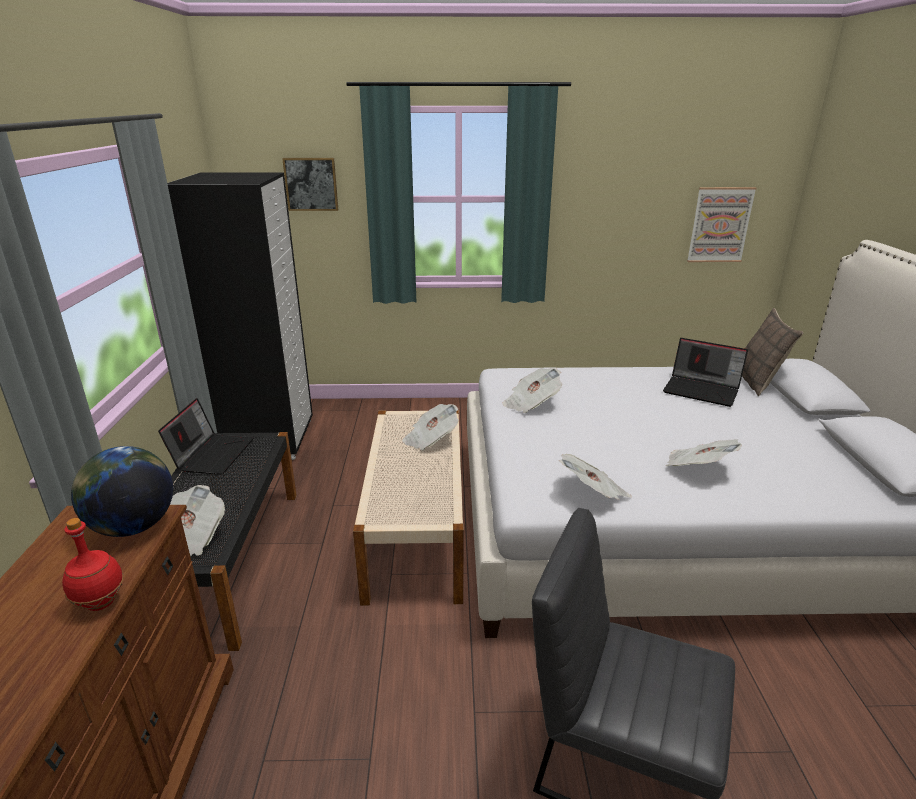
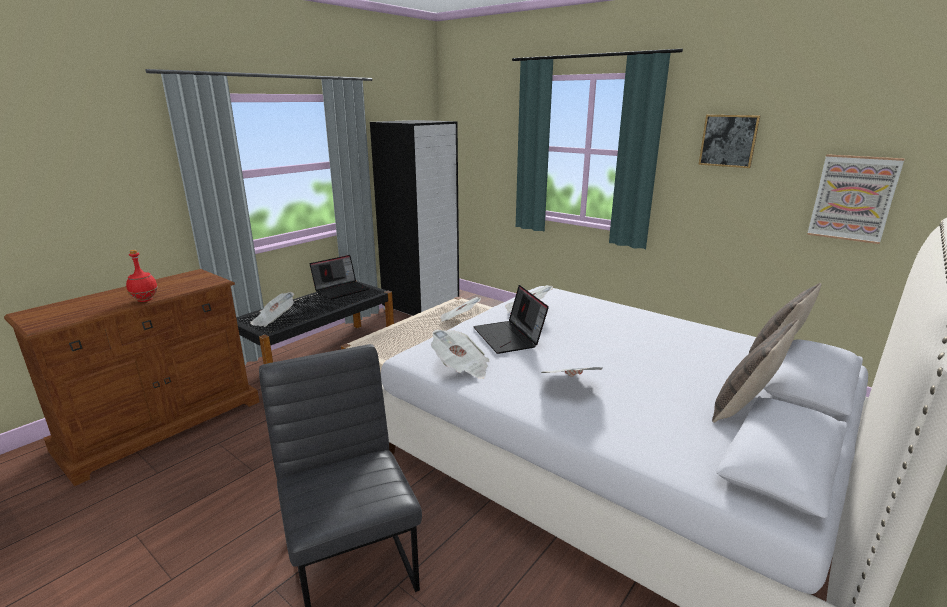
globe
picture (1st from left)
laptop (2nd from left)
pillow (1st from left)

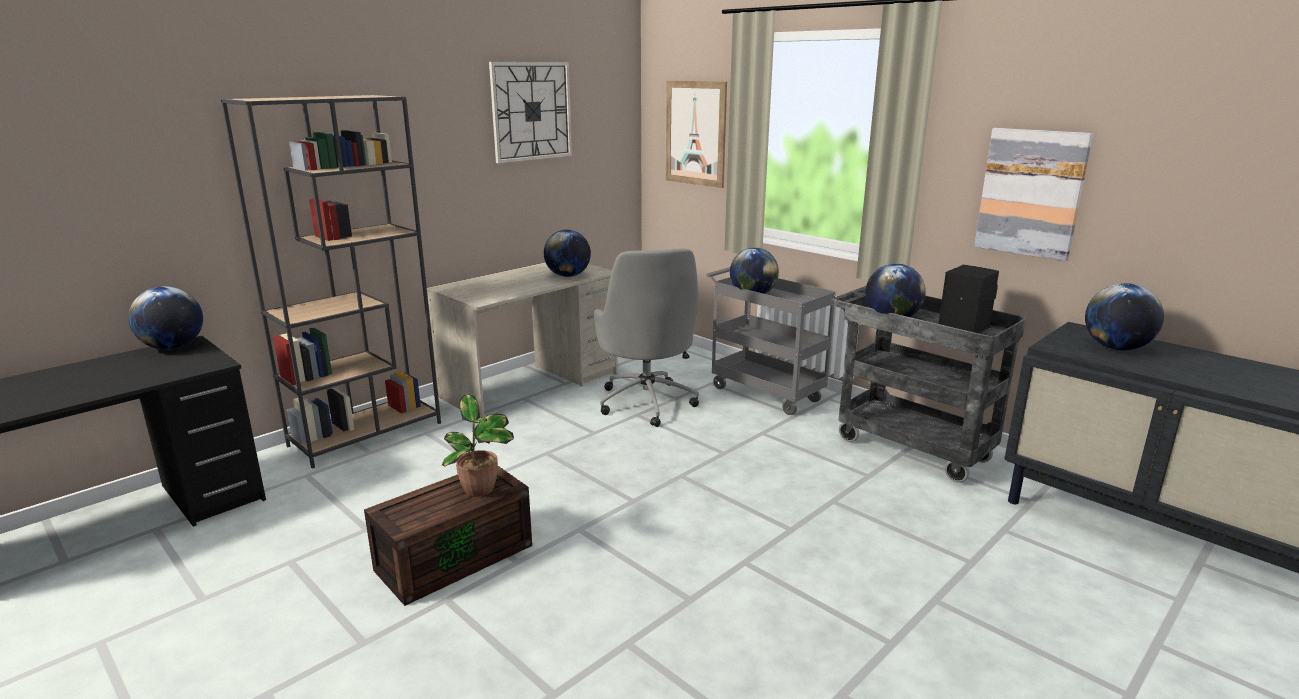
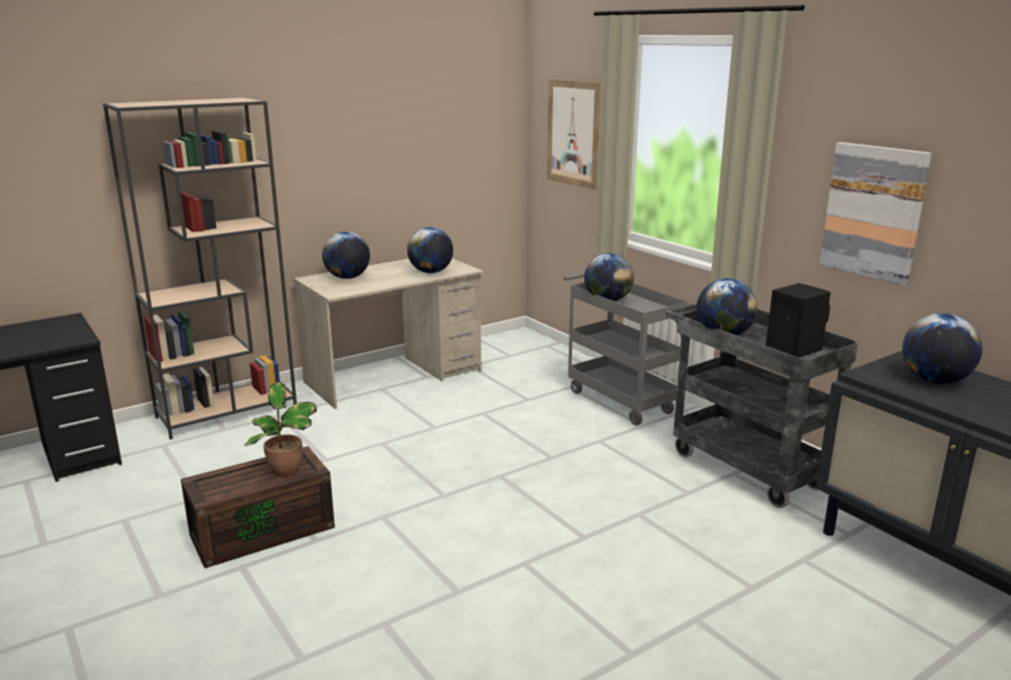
globe (1st from left)
wall clock
office chair in grey

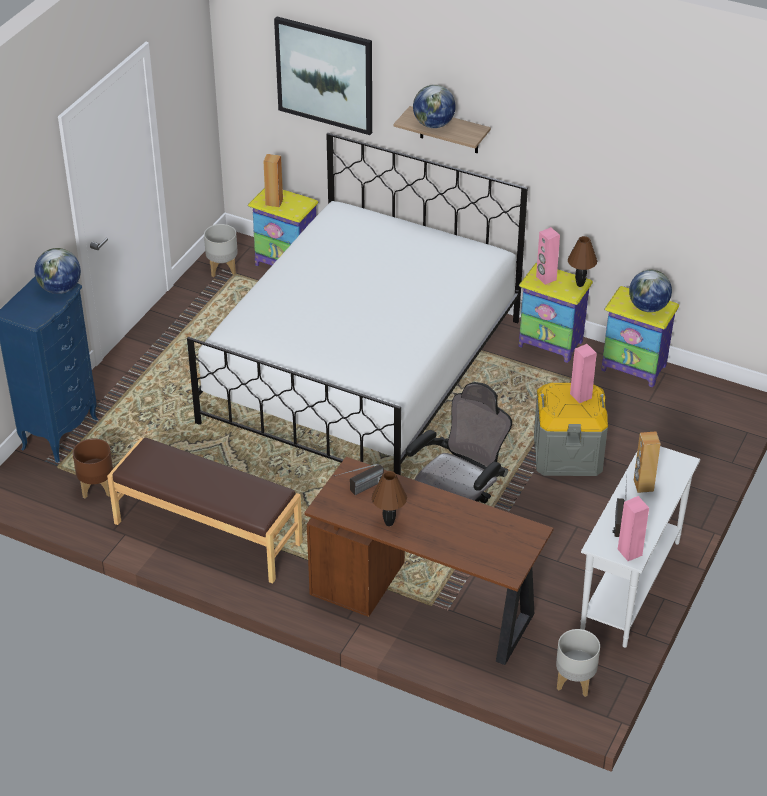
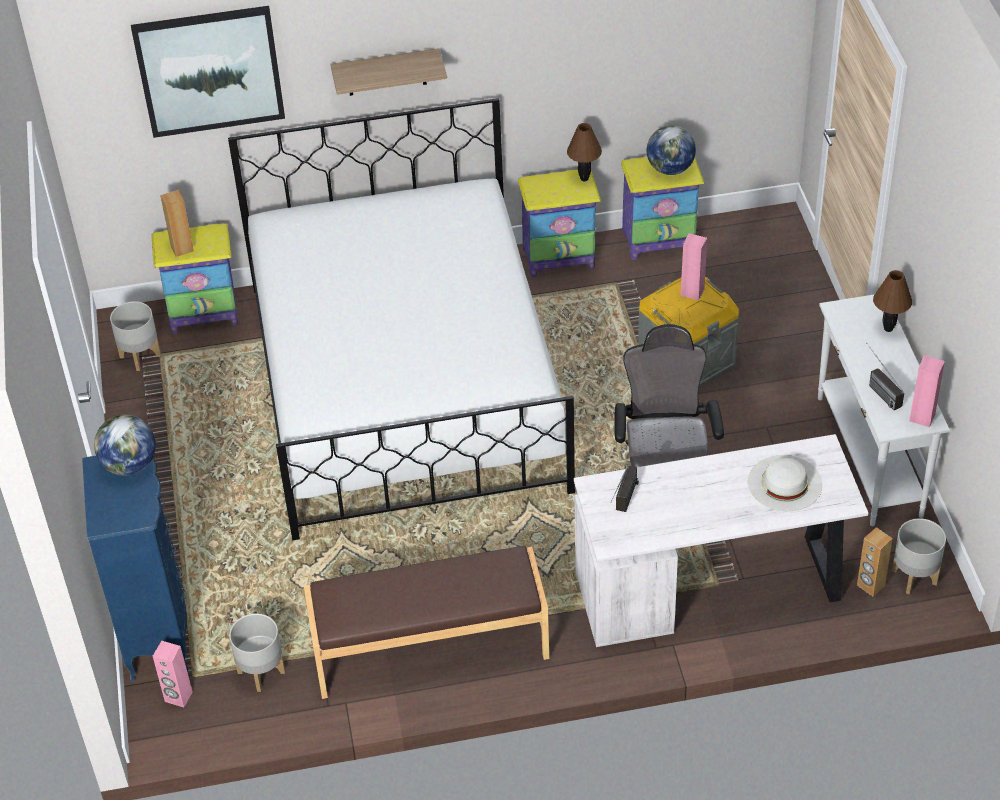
planter in grey (2nd from left)
desk in white
table lamp in brown (2nd from left)
globe (2nd from left in the first image)
speaker in pink (1st from left)
speaker in brown (2nd from left)
hat in white

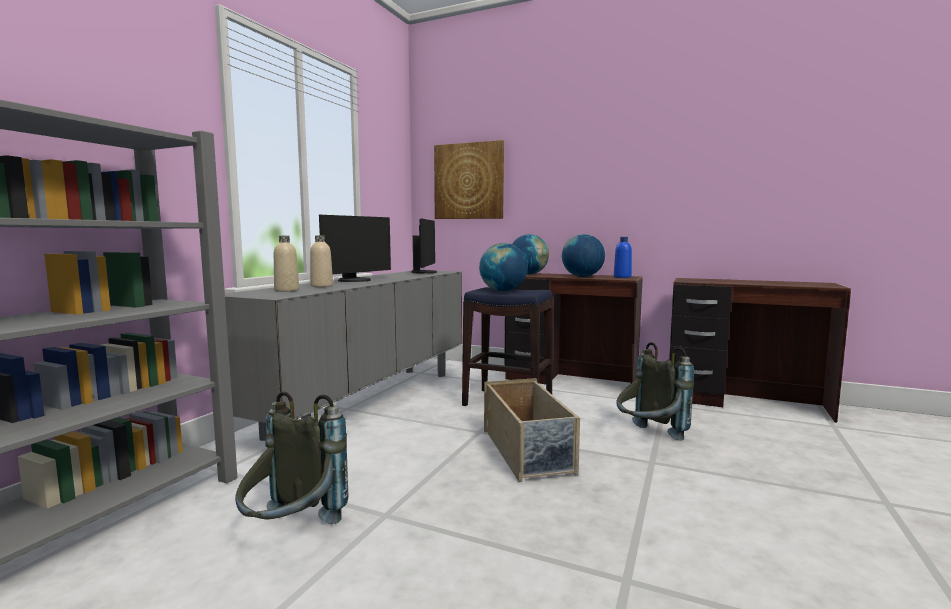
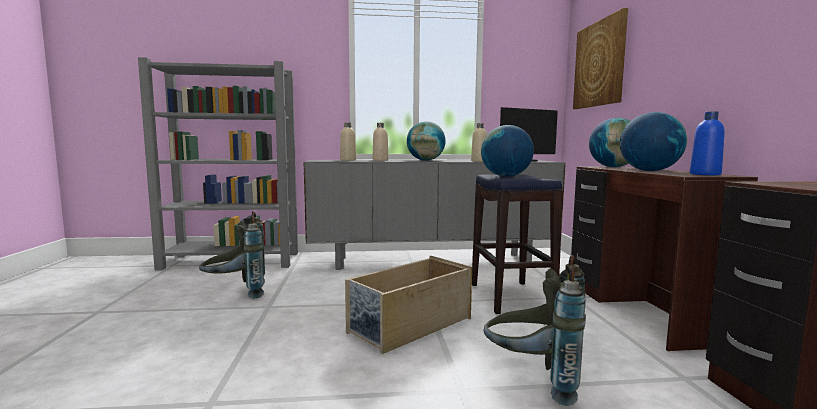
globe (1st from left)
bottle in beige (3rd from left)

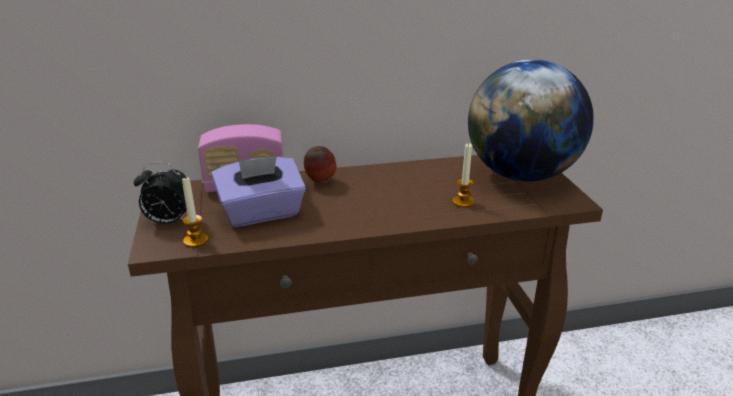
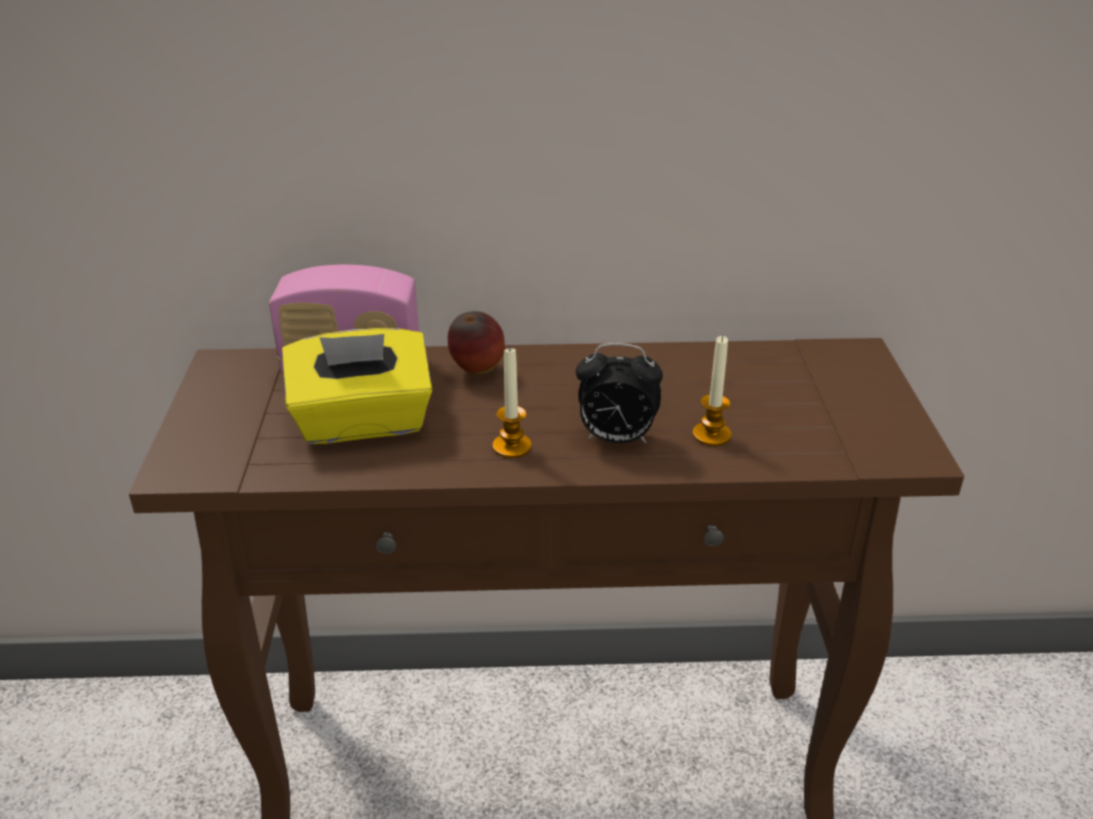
alarm clock
candle (1st from left)
tissue box in yellow
globe

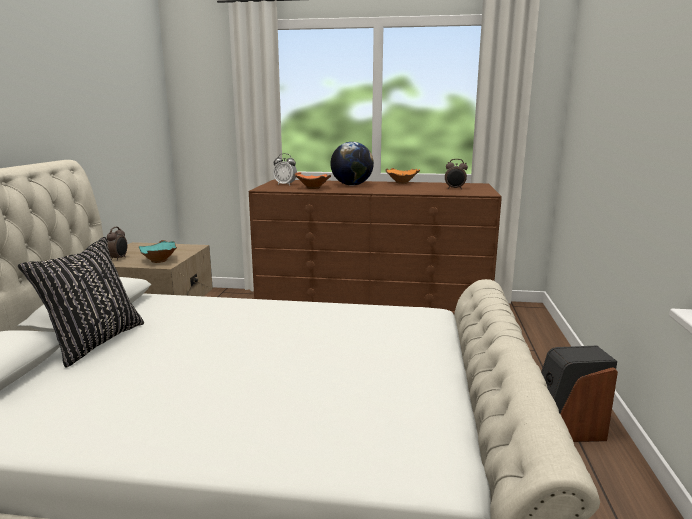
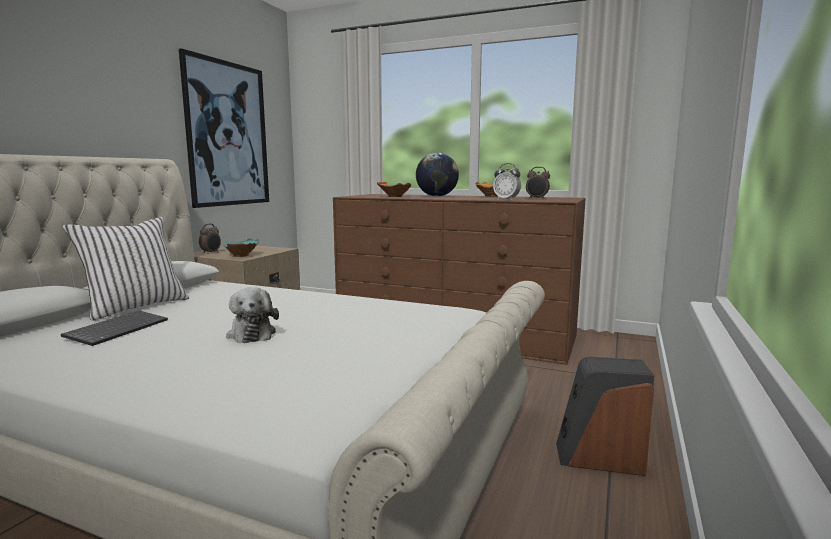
pillow in white
alarm clock (2nd from left)
keyboard
picture
plush toy

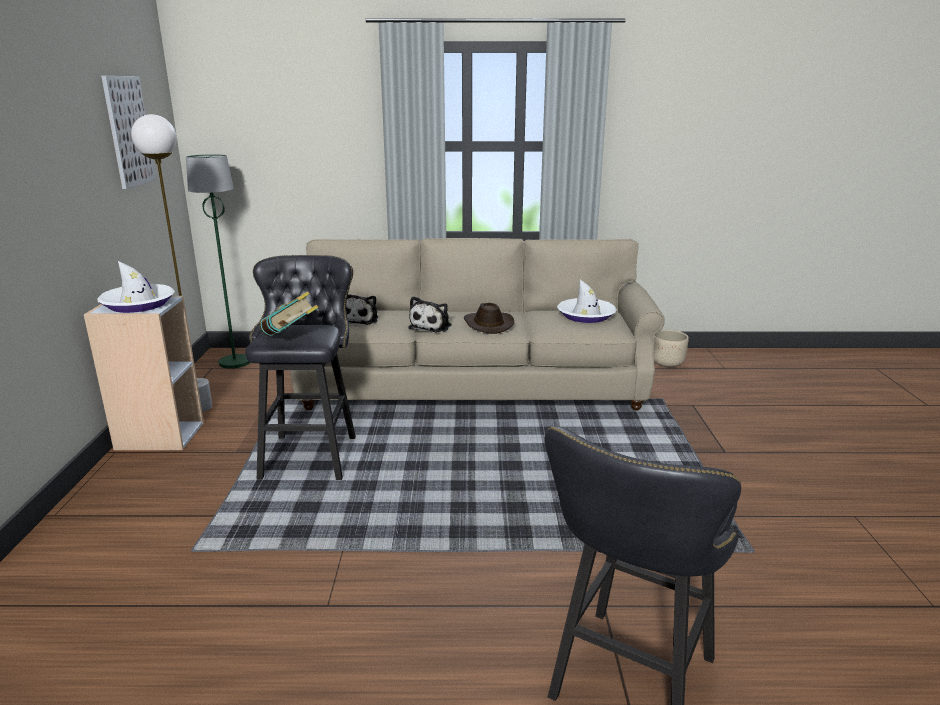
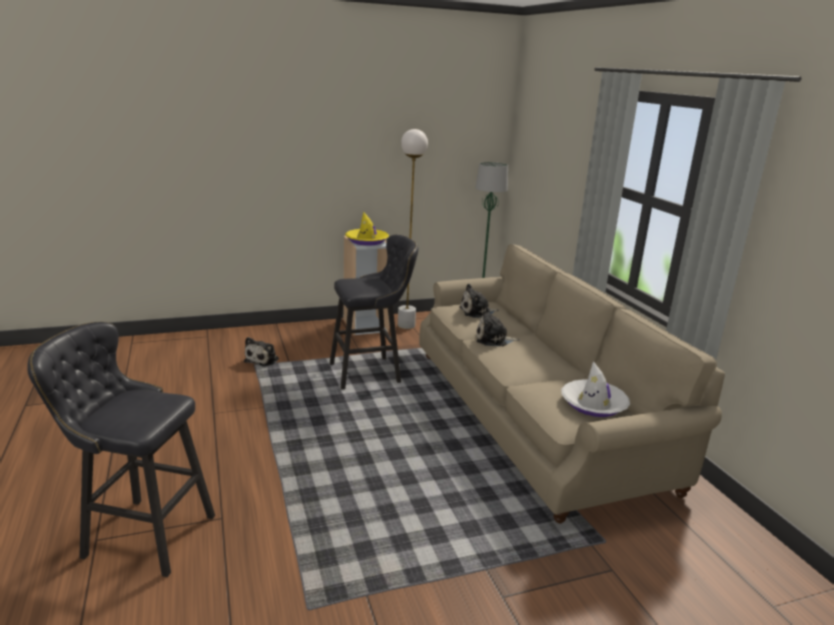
hat in yellow
picture
book
hat in brown
planter in beige
plush toy (1st from left)

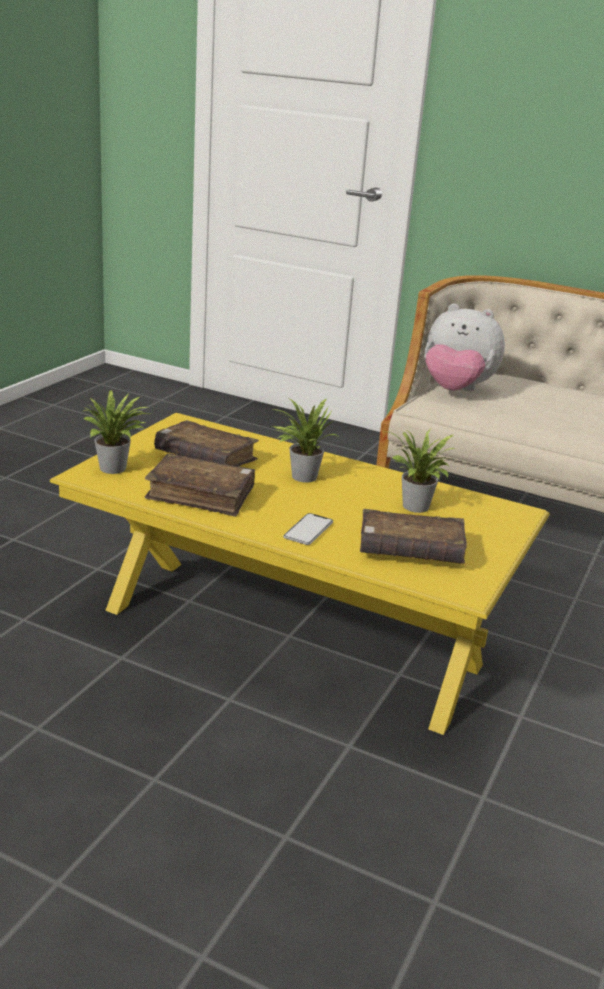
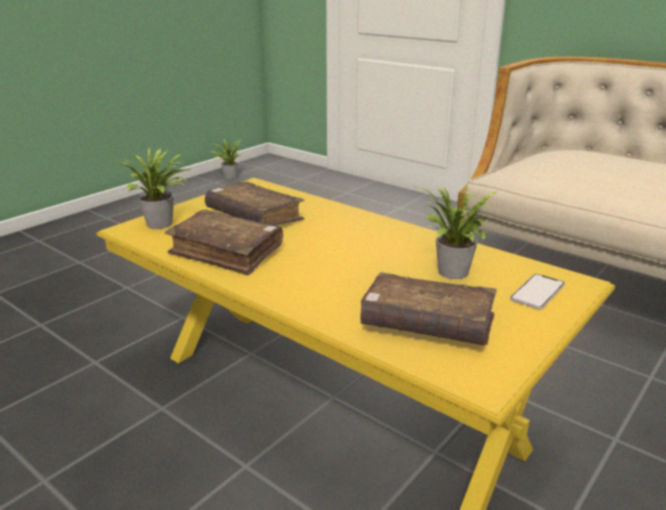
potted plant (2nd from left)
phone
plush toy

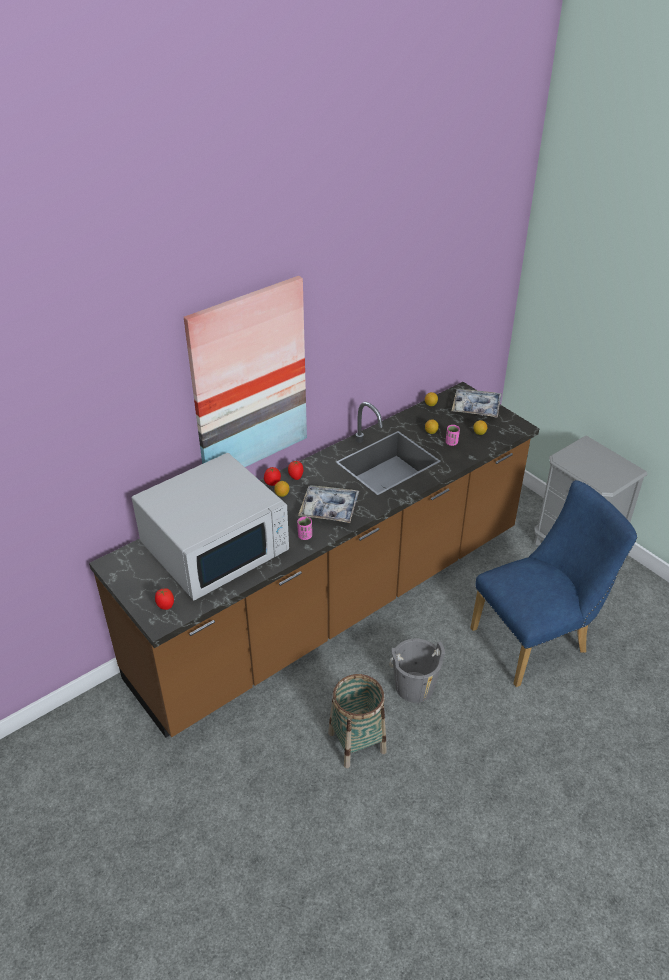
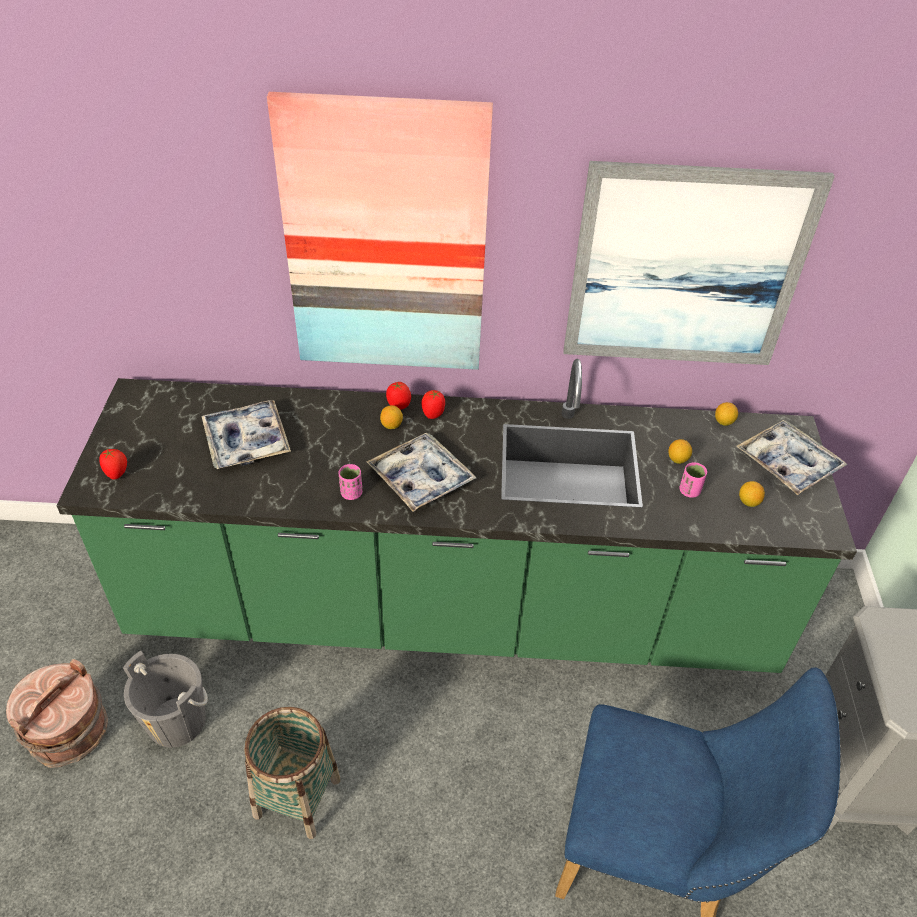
counter in green
tray (1st from left)
bucket in grey
bucket in brown
picture (2nd from left)

